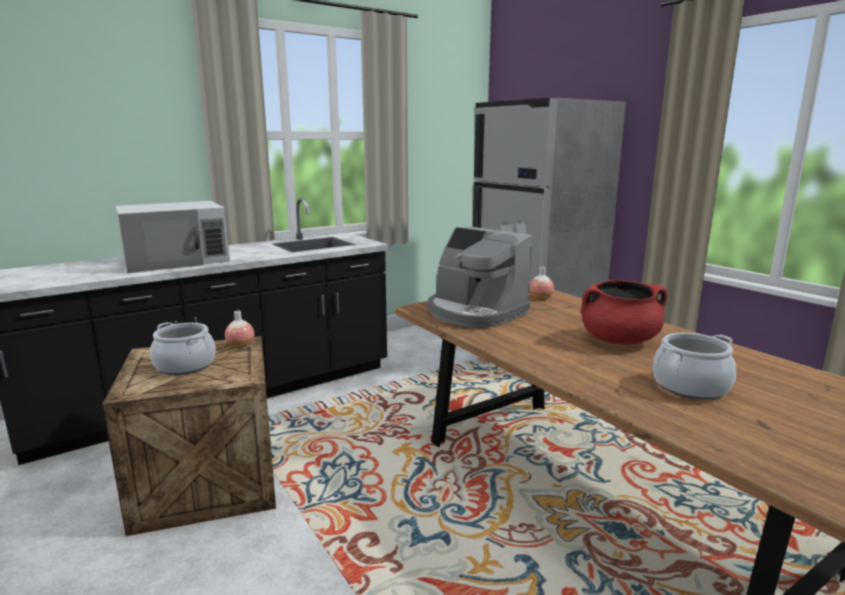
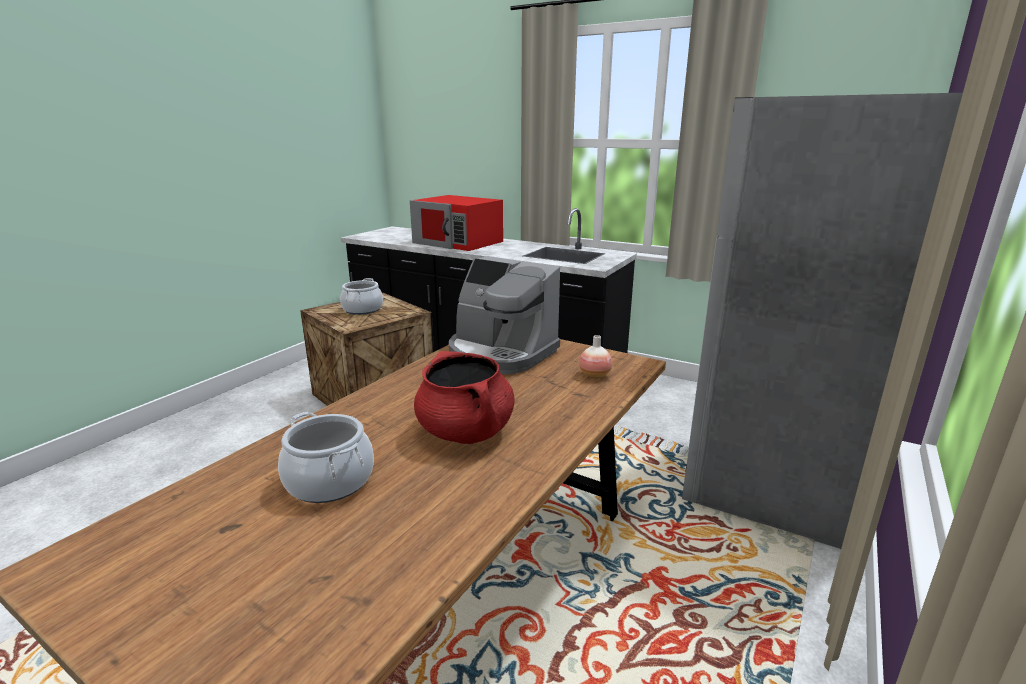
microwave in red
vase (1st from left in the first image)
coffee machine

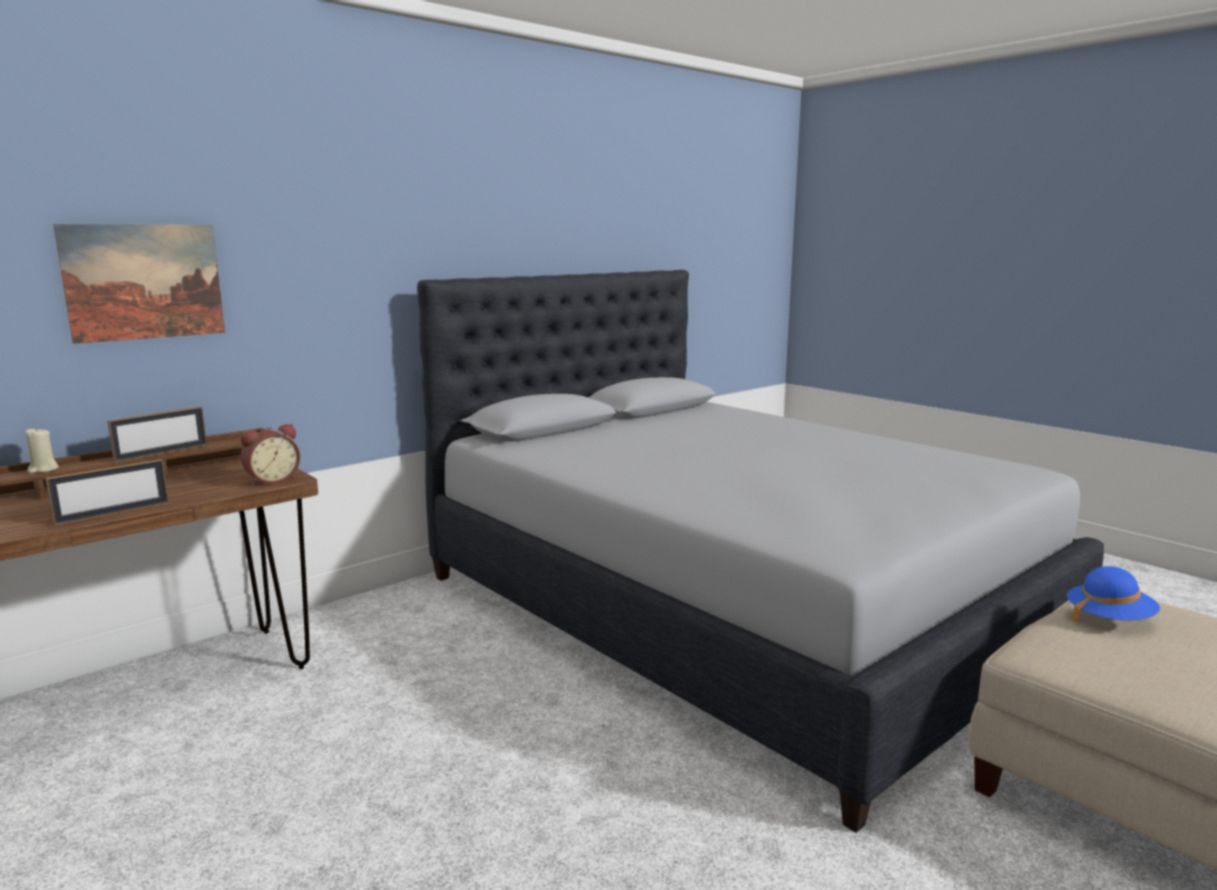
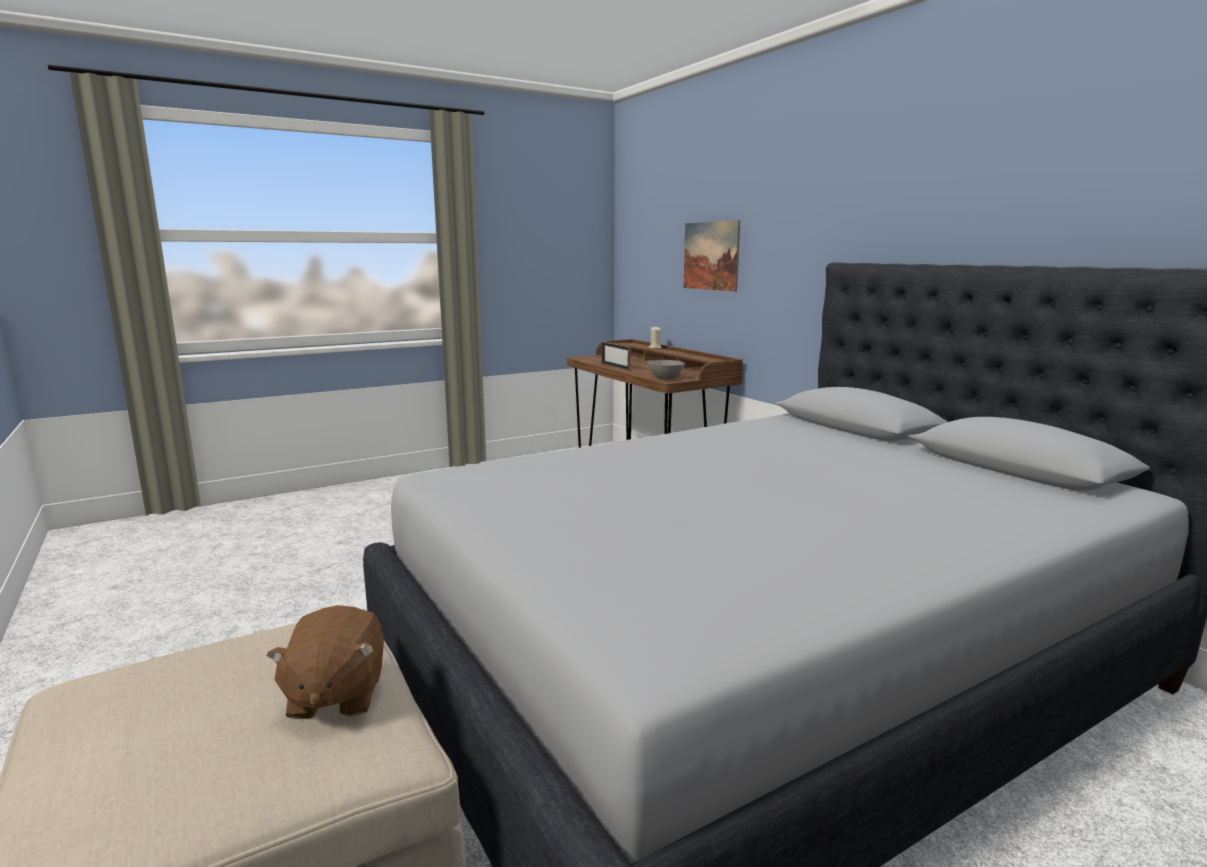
picture frame (2nd from left in the first image)
bowl in grey
plush toy in brown

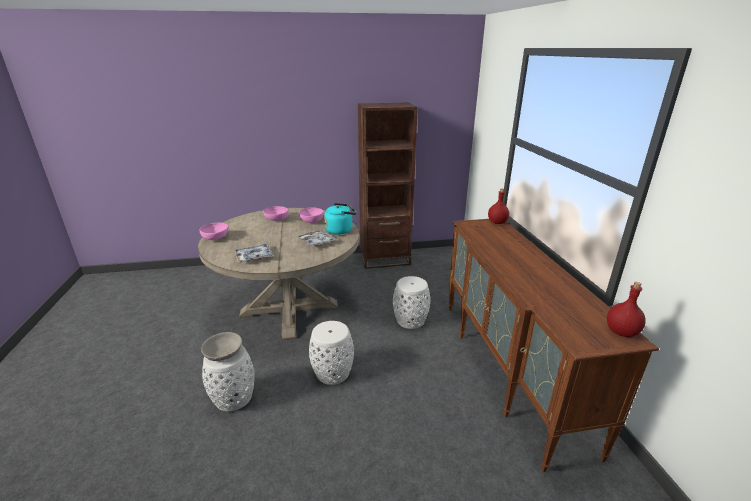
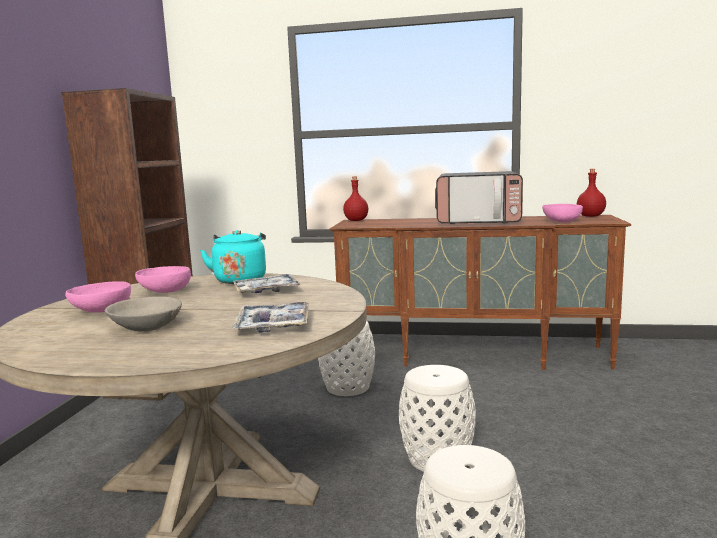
bowl in pink (3rd from left)
bowl in grey
microwave

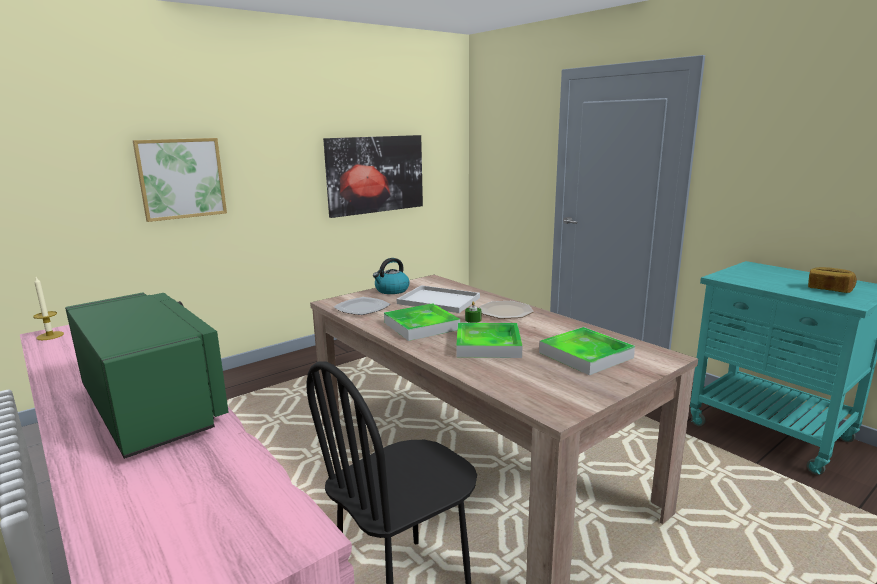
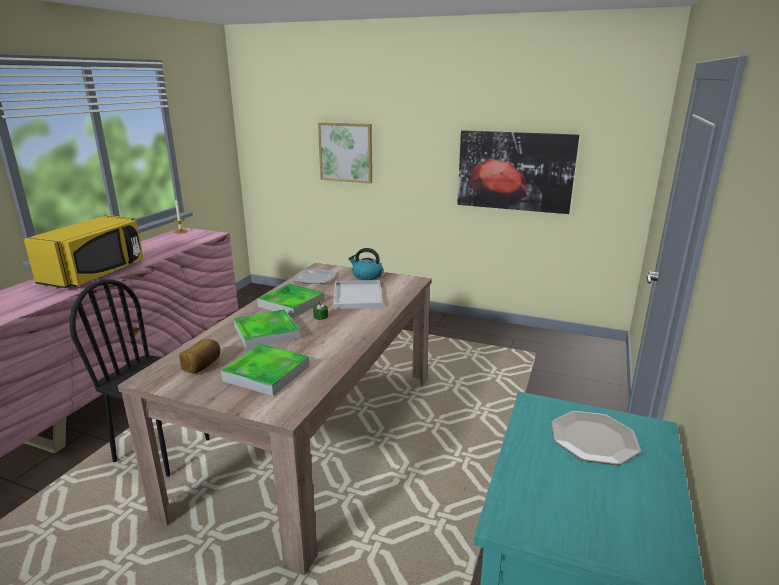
microwave in yellow
plate (2nd from left)
bread

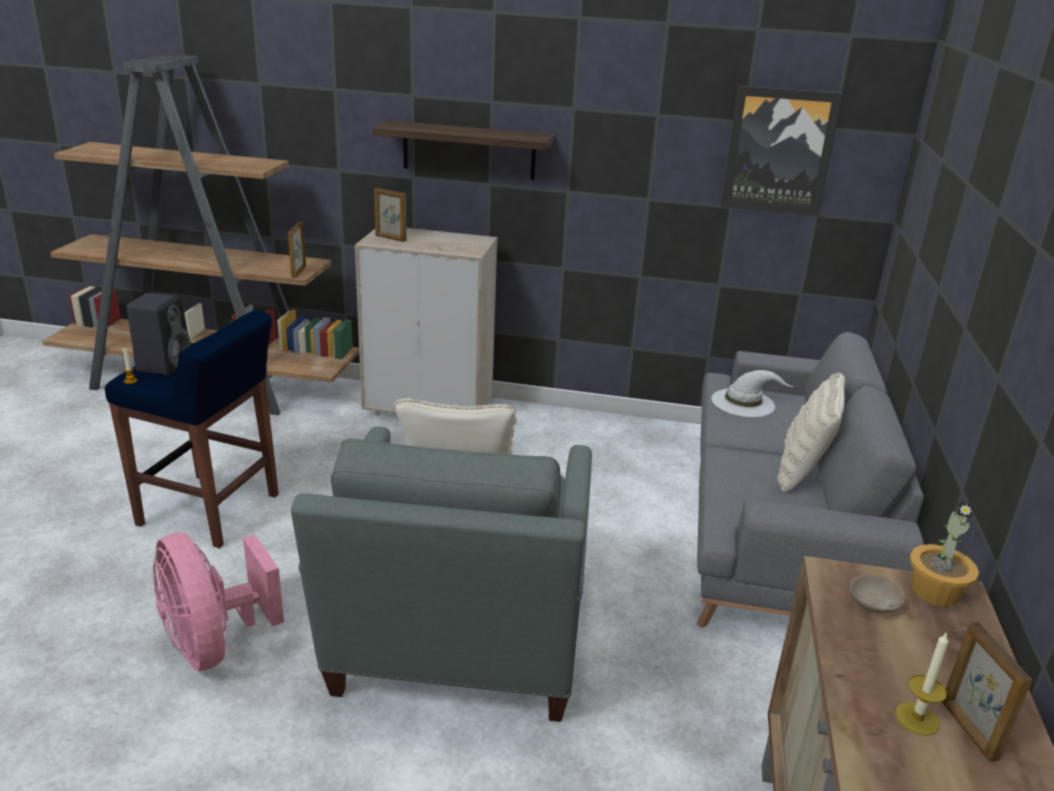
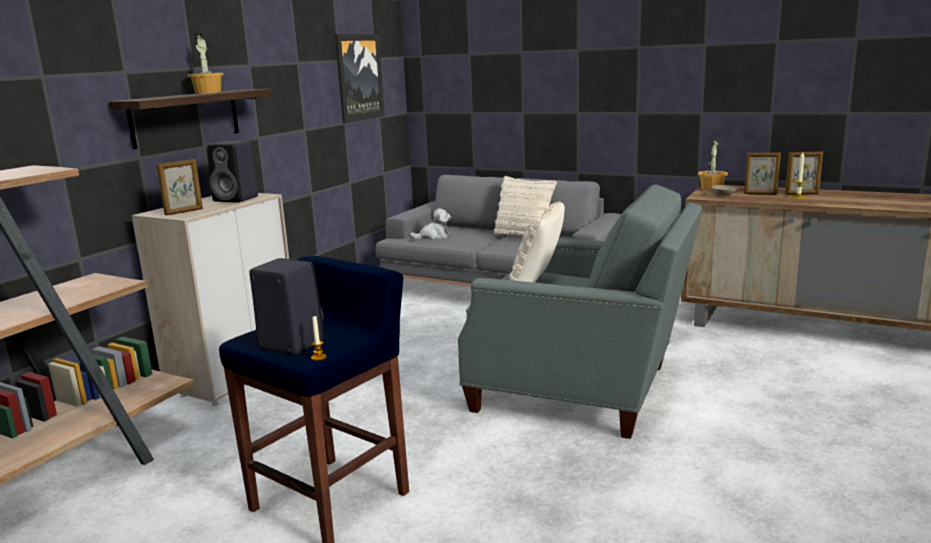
fan in pink
picture frame (2nd from left)
plush toy
potted plant (1st from left)
speaker in black (1st from left)

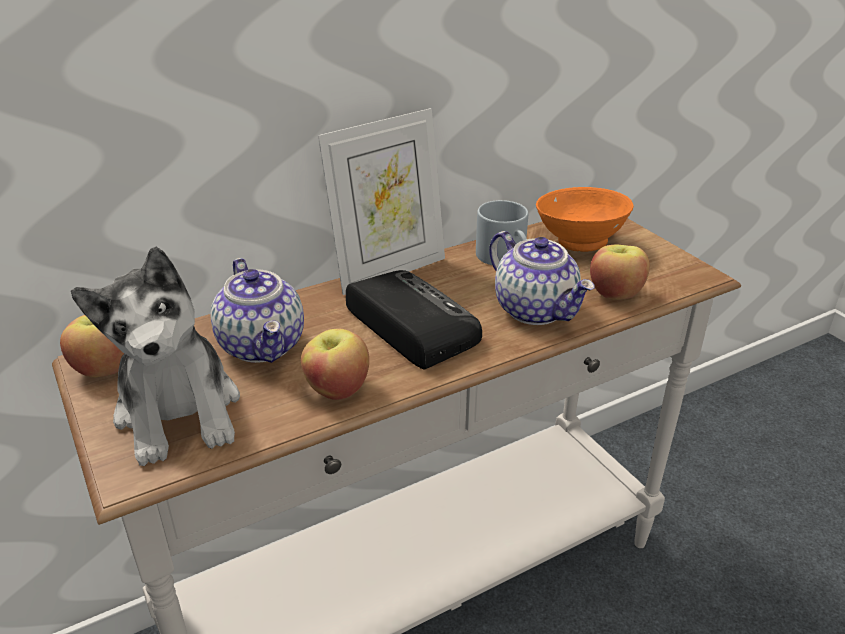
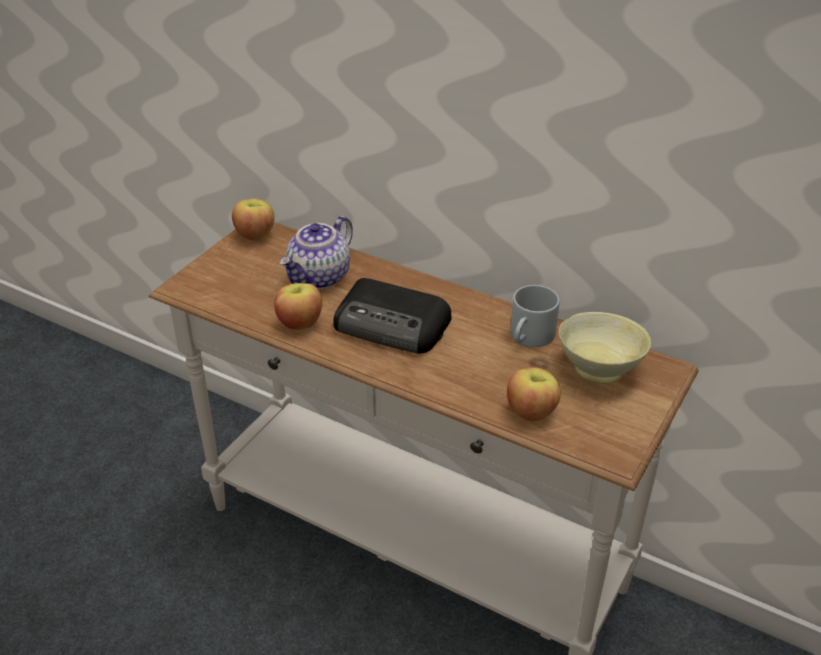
plush toy
picture frame
radio
teapot (2nd from left in the first image)
bowl in beige

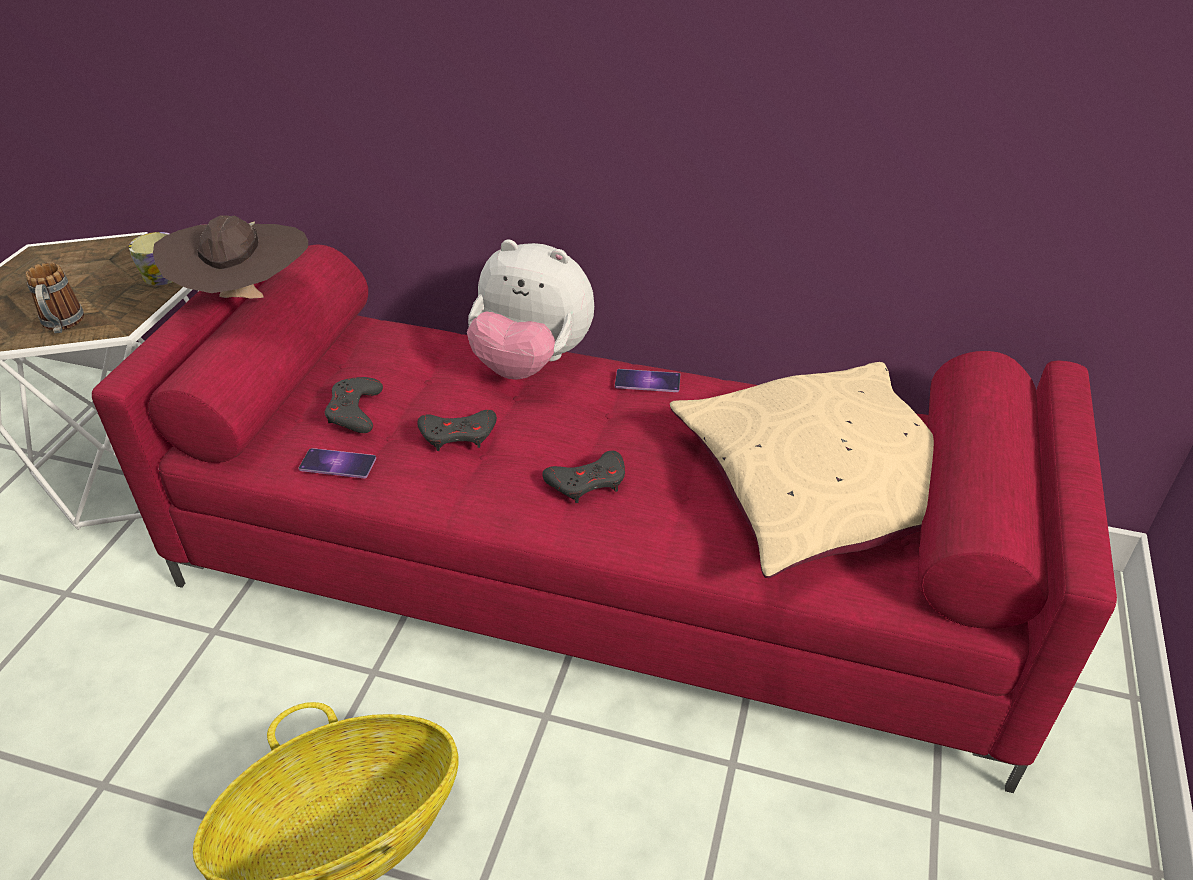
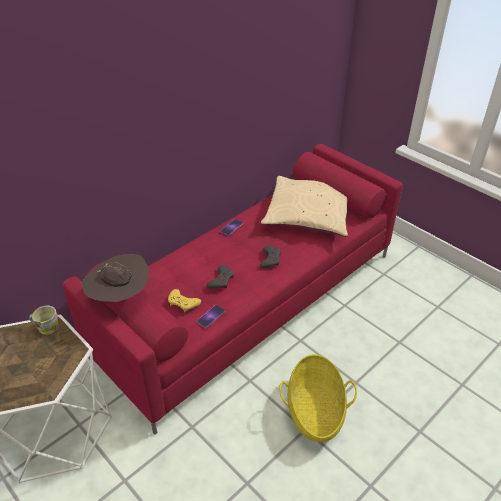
mug (1st from left in the first image)
game controller in yellow
plush toy

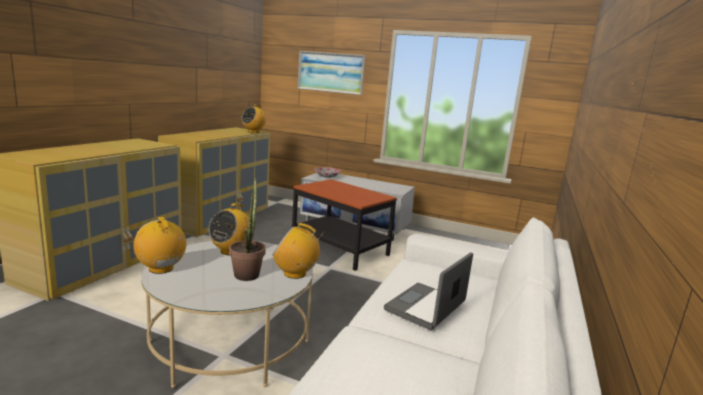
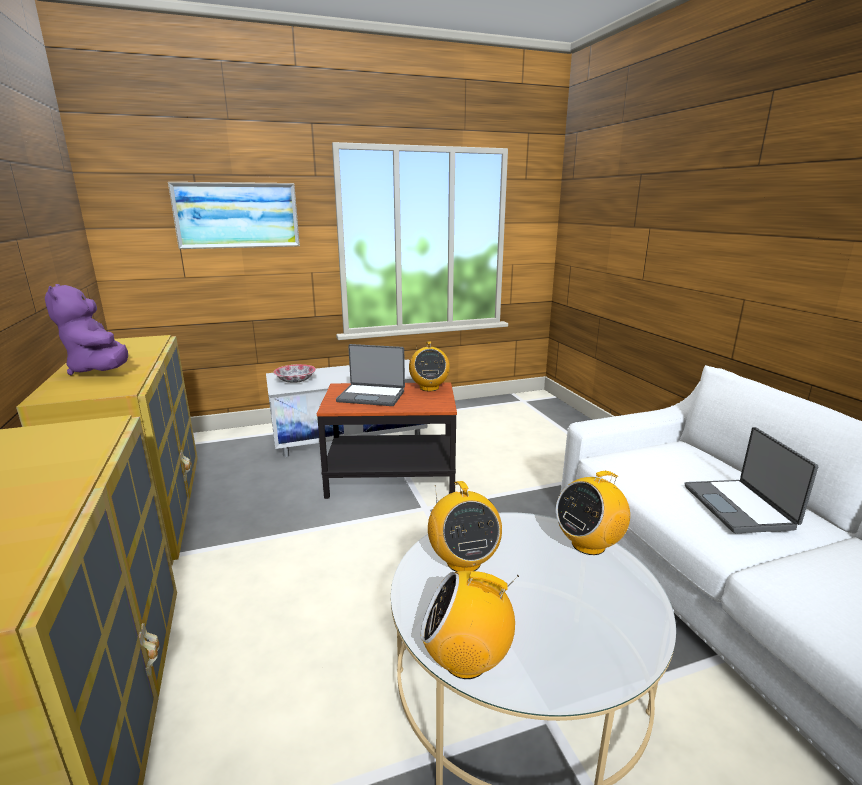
potted plant
radio (1st from left)
plush toy in purple
laptop (1st from left)

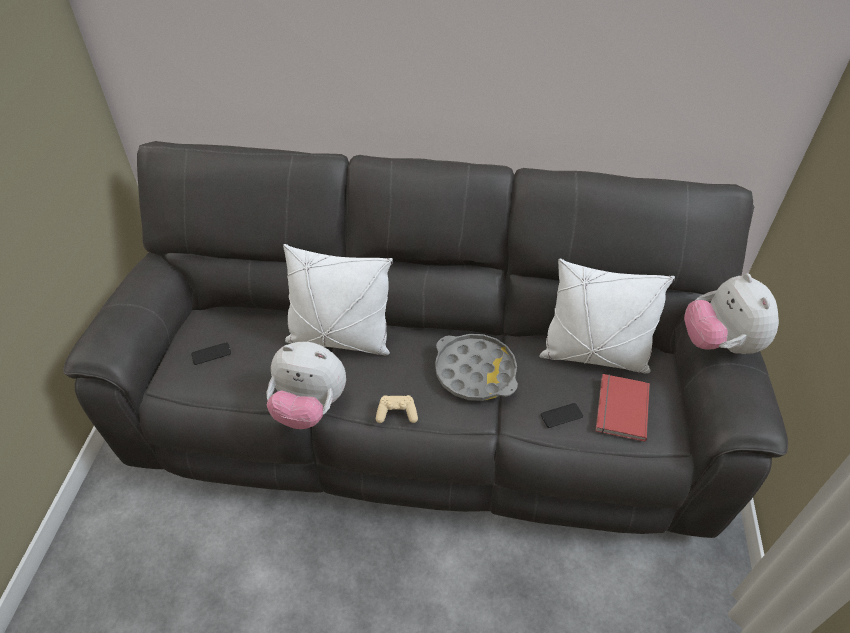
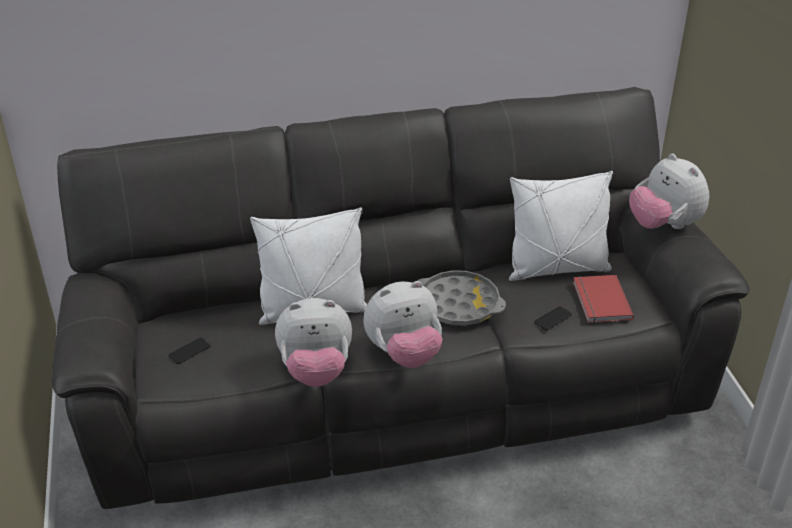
plush toy (2nd from left)

